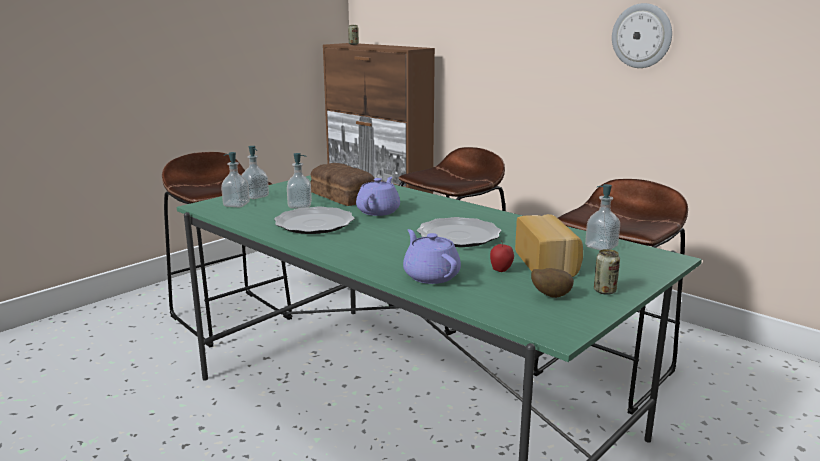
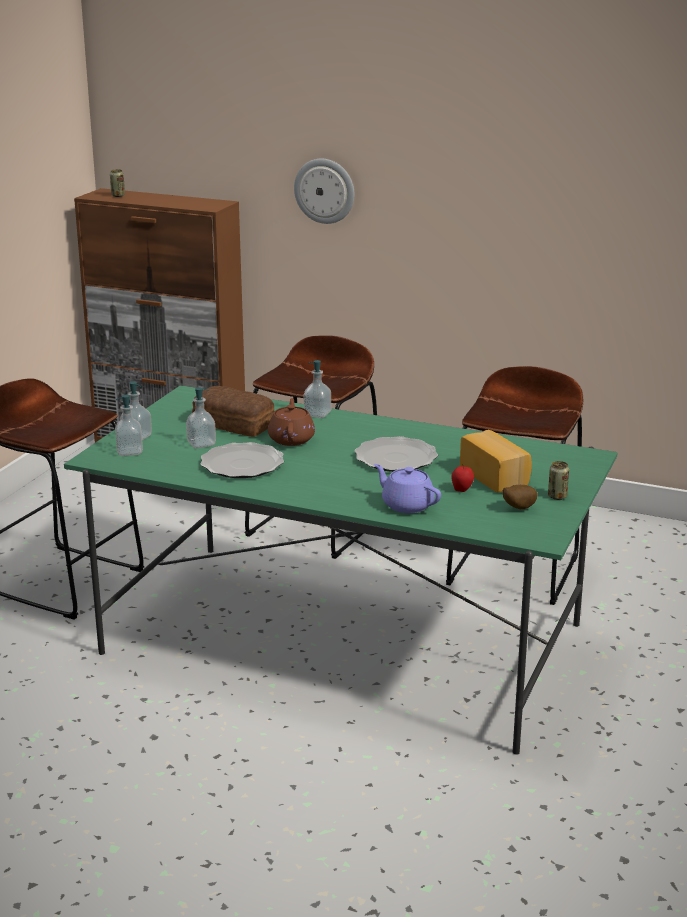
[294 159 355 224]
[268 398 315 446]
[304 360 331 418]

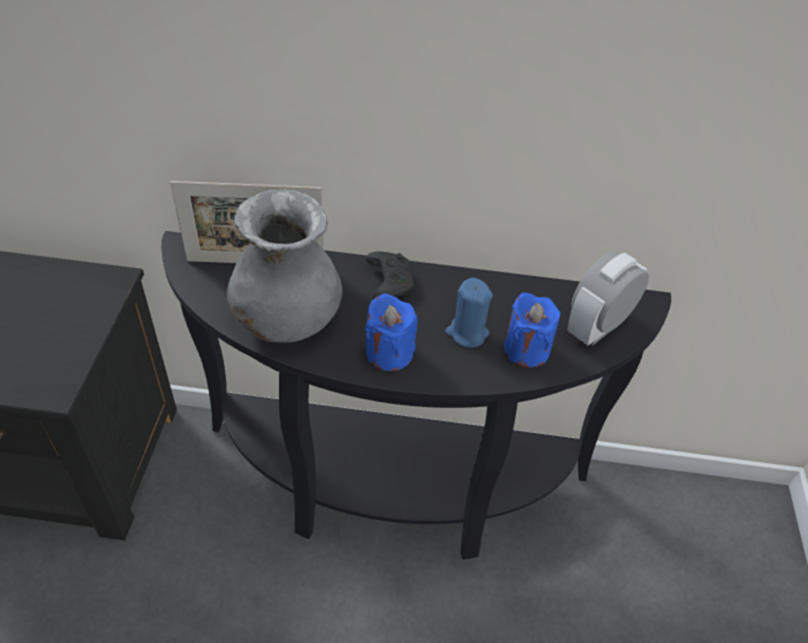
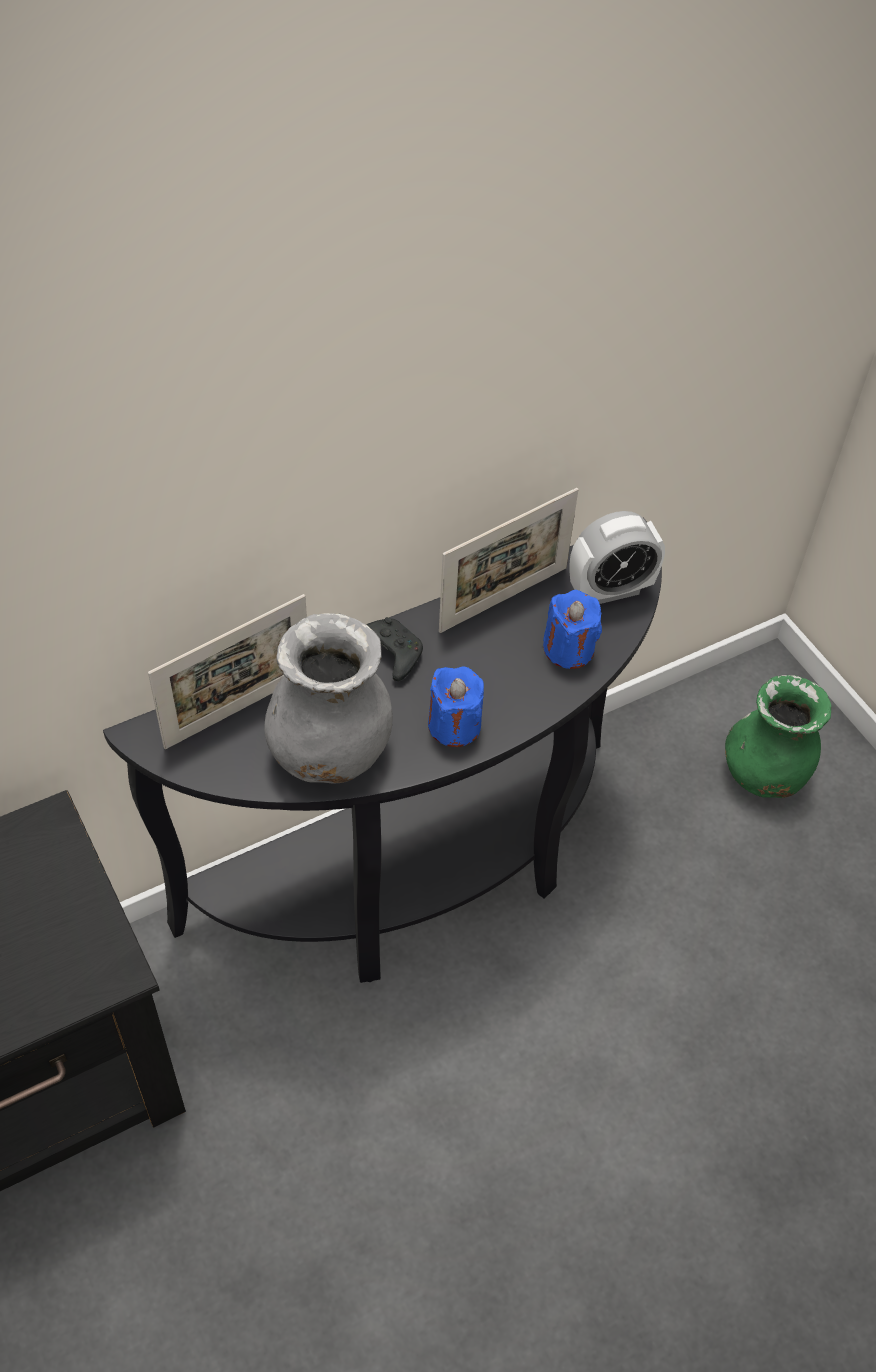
[569 511 665 604]
[445 278 493 348] (first image)
[439 488 578 633]
[725 675 832 798]

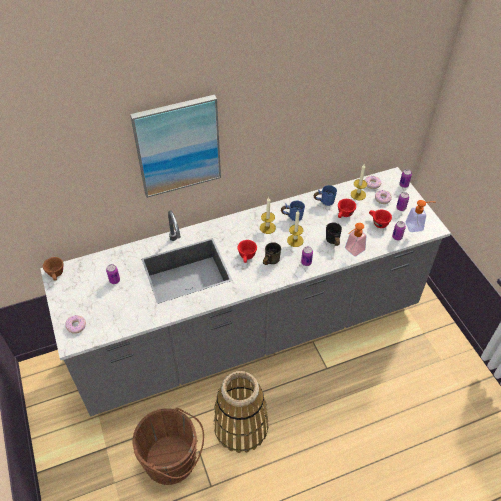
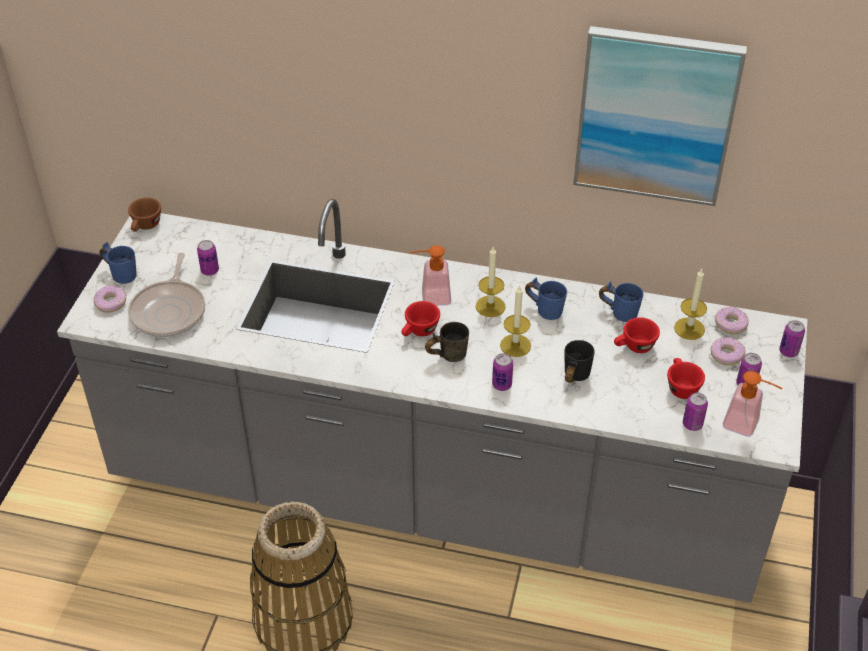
[573 26 747 206]
[409 245 451 306]
[133 408 204 485] (first image)
[100 242 137 284]
[128 253 205 337]

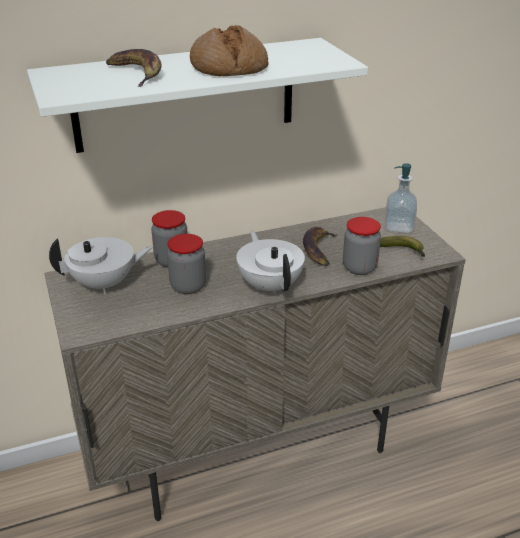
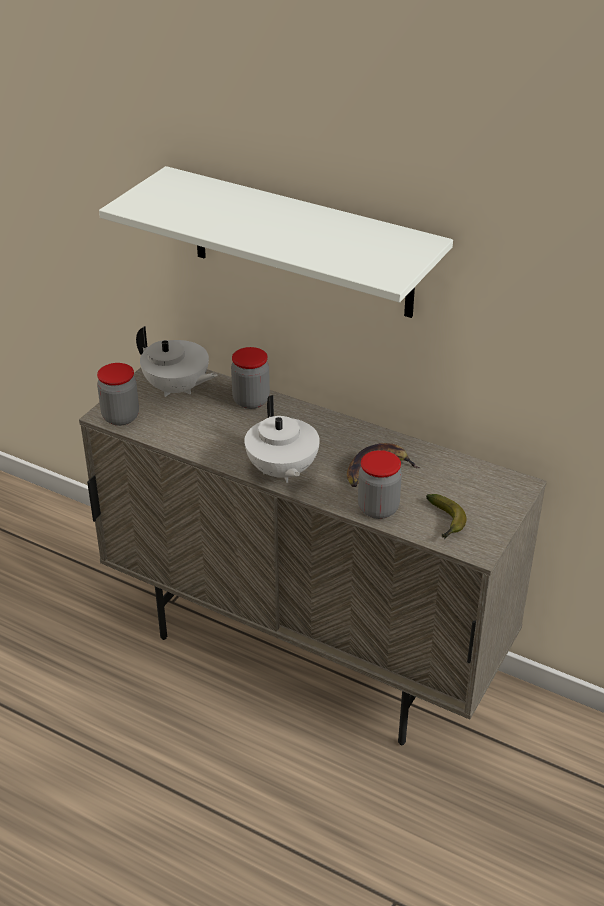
[190 25 268 76] (first image)
[106 49 162 87] (first image)
[385 163 417 233] (first image)
[244 395 320 483]
[97 363 139 426]

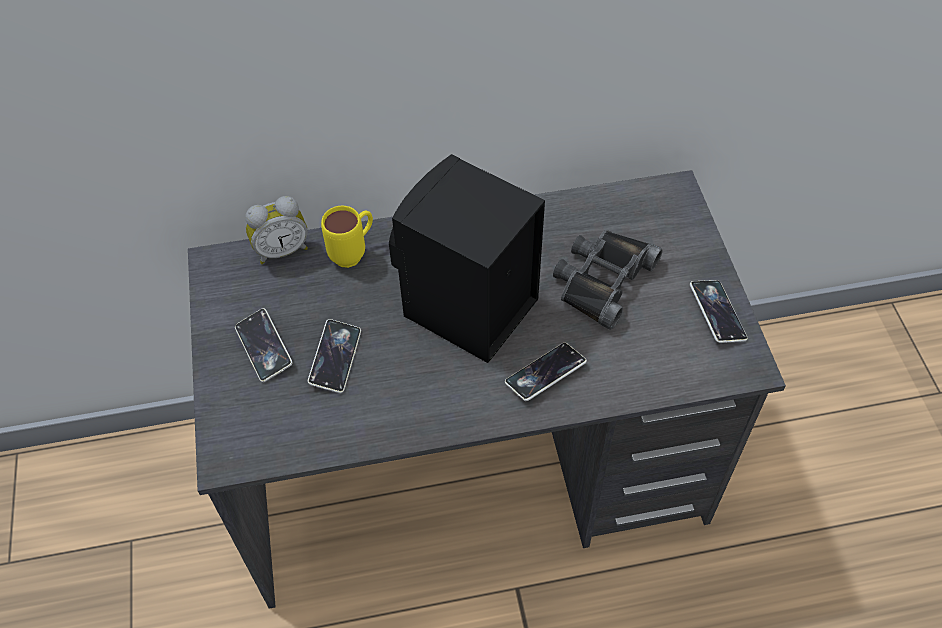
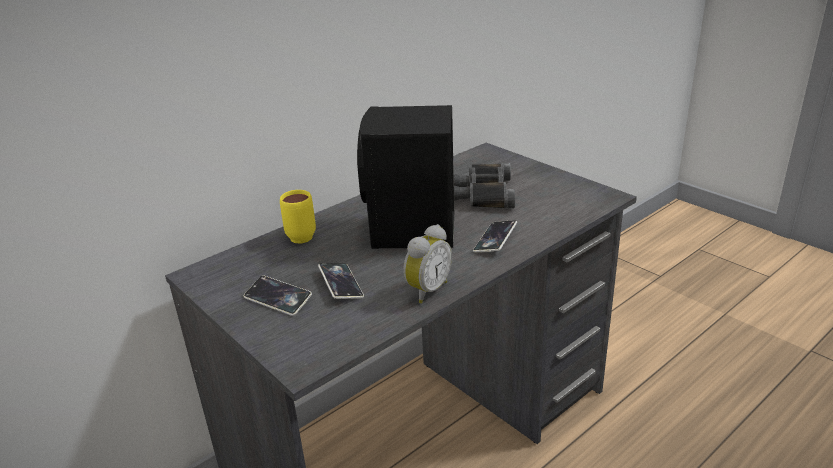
[403 224 452 303]
[690 280 748 343] (first image)

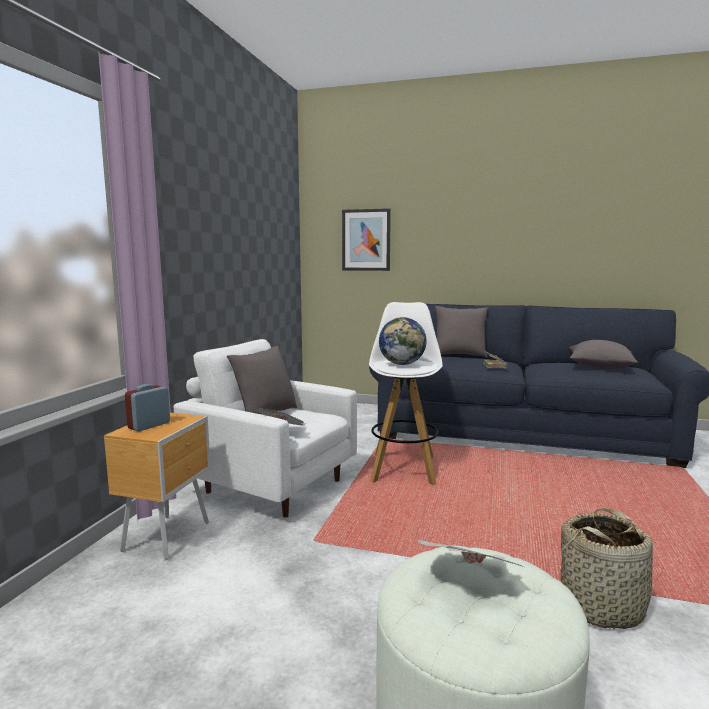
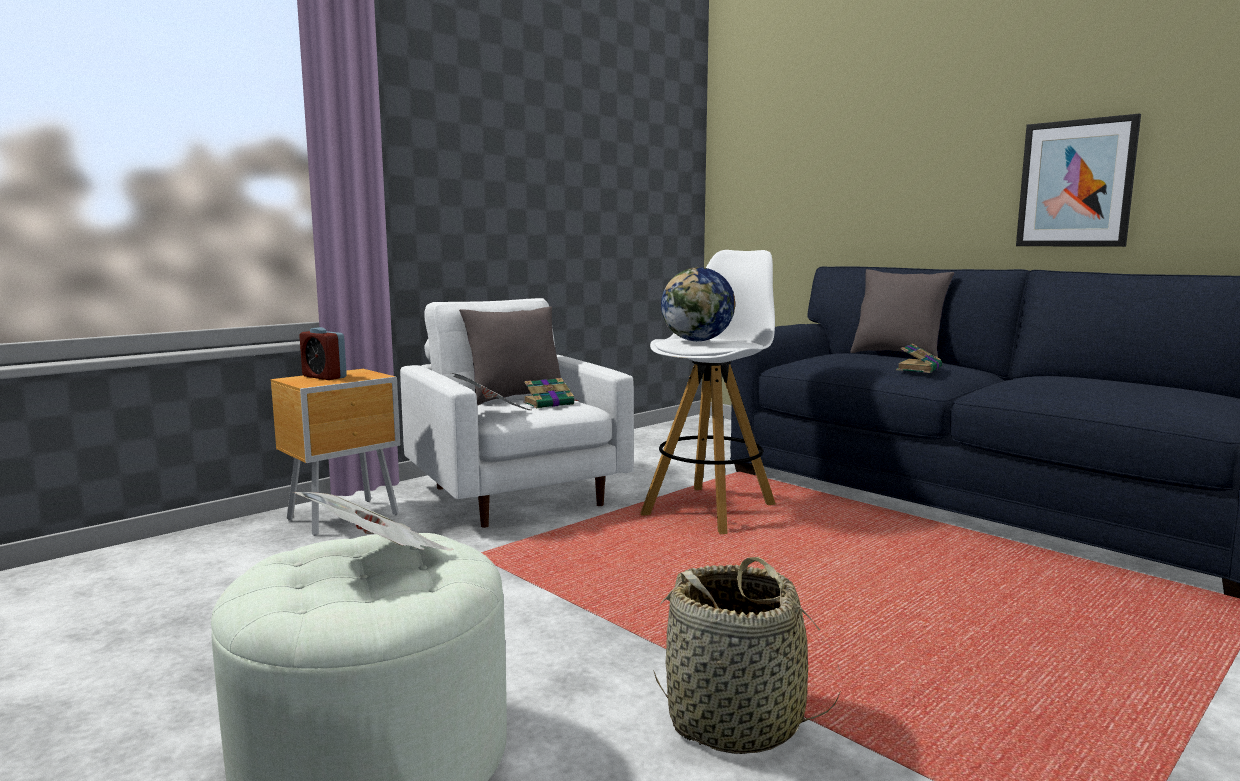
[1016 113 1141 247]
[569 340 638 369] (first image)
[299 327 347 380]
[524 378 579 408]

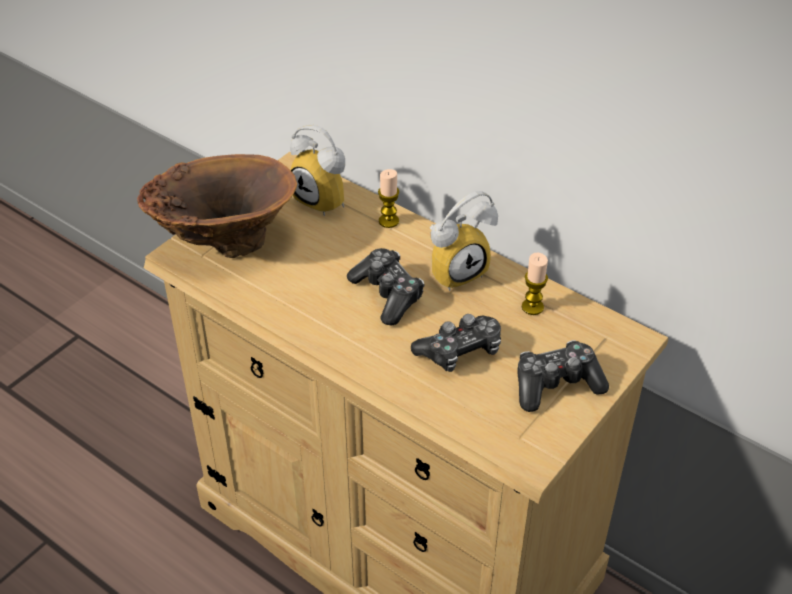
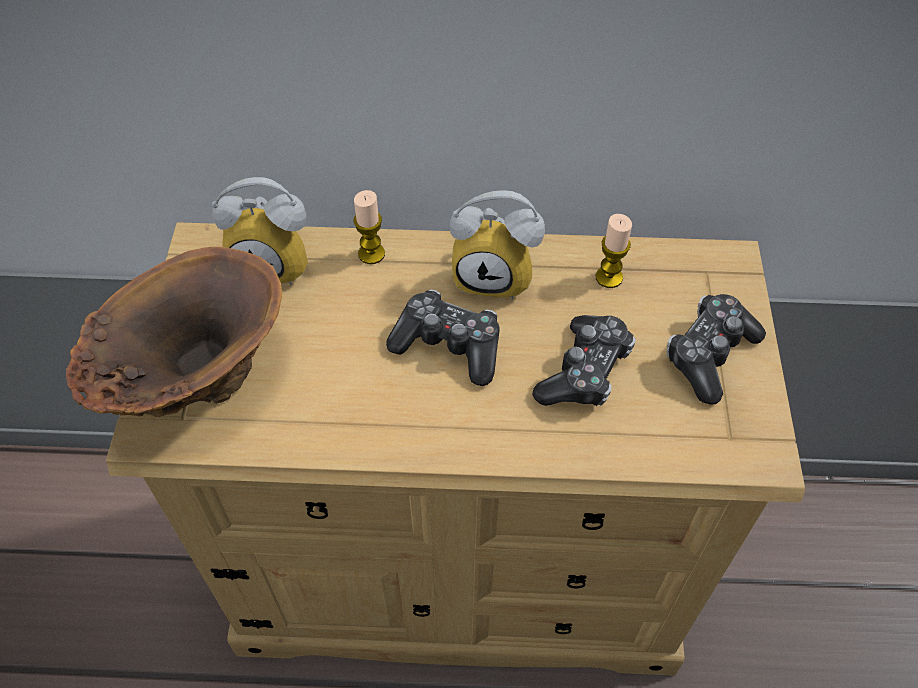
[450 190 545 300]

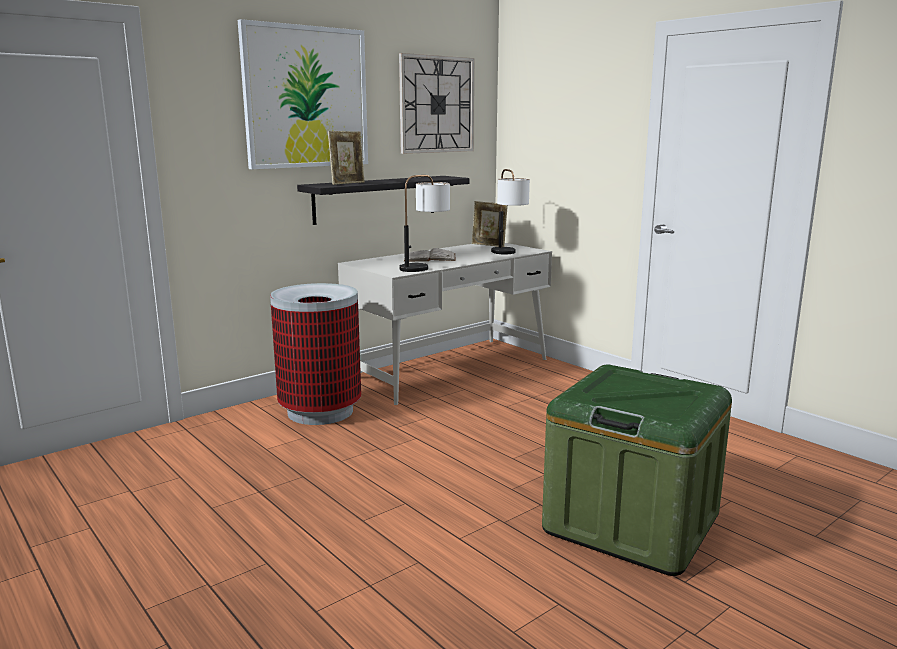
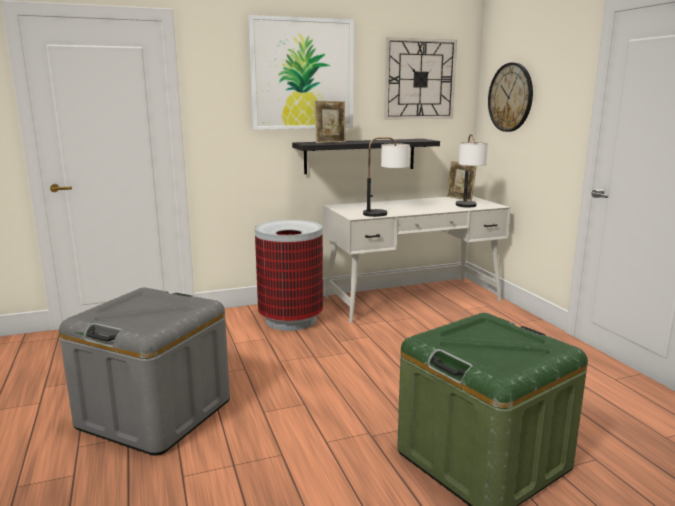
[404 248 456 261] (first image)
[488 63 533 132]
[59 287 230 456]

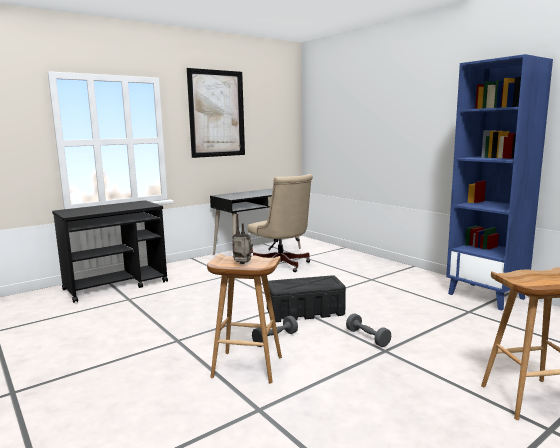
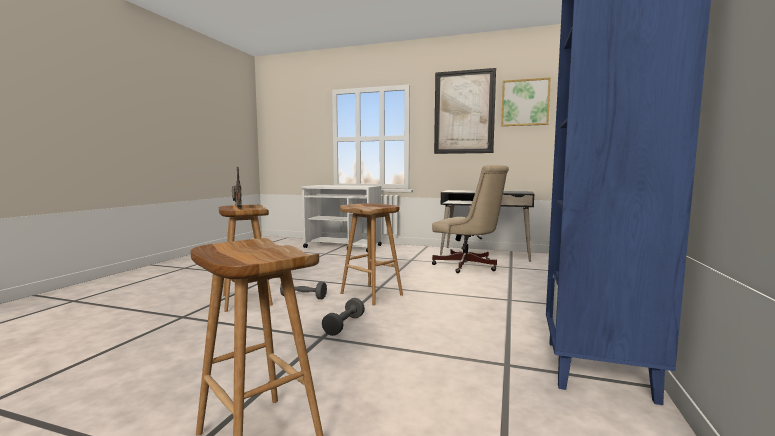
[432 165 509 273]
[301 185 382 252]
[340 203 403 305]
[501 77 551 126]

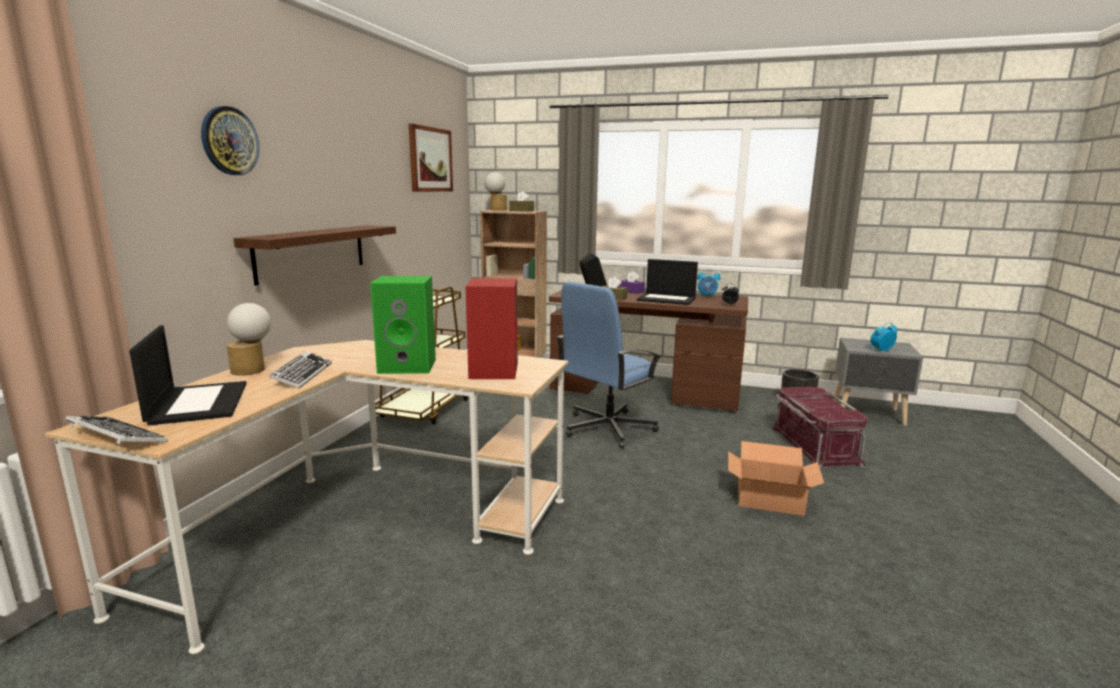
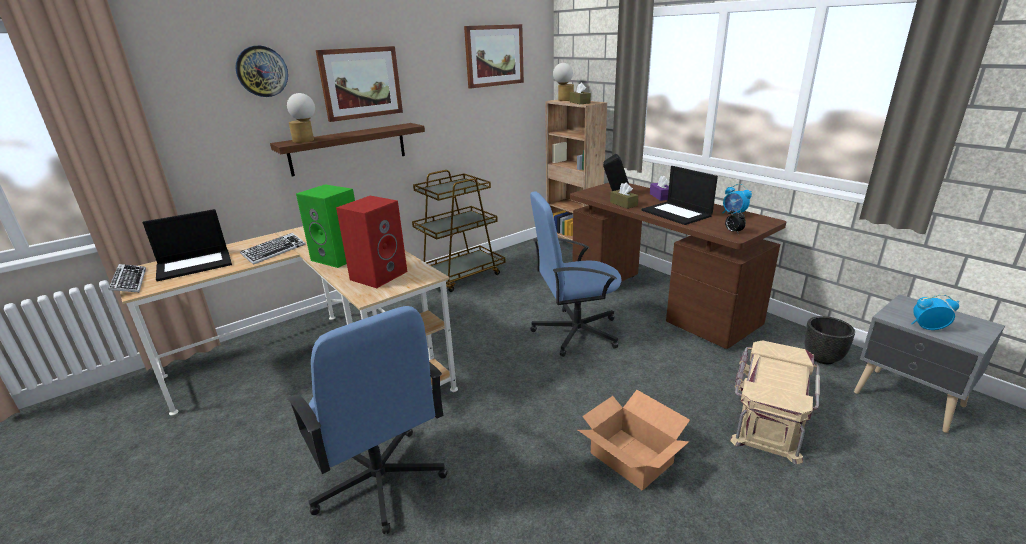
[287 93 315 143]
[143 209 232 281]
[730 340 820 464]
[316 46 403 122]
[286 306 447 534]

